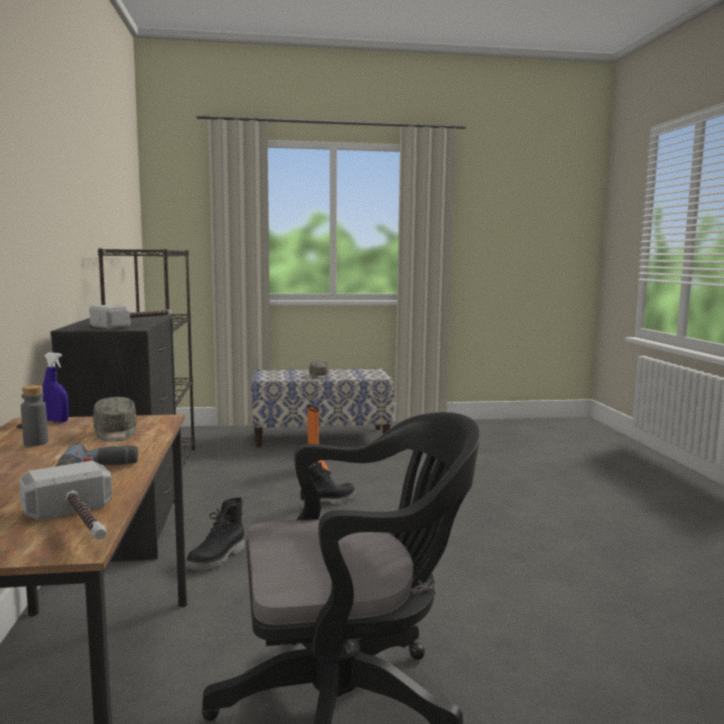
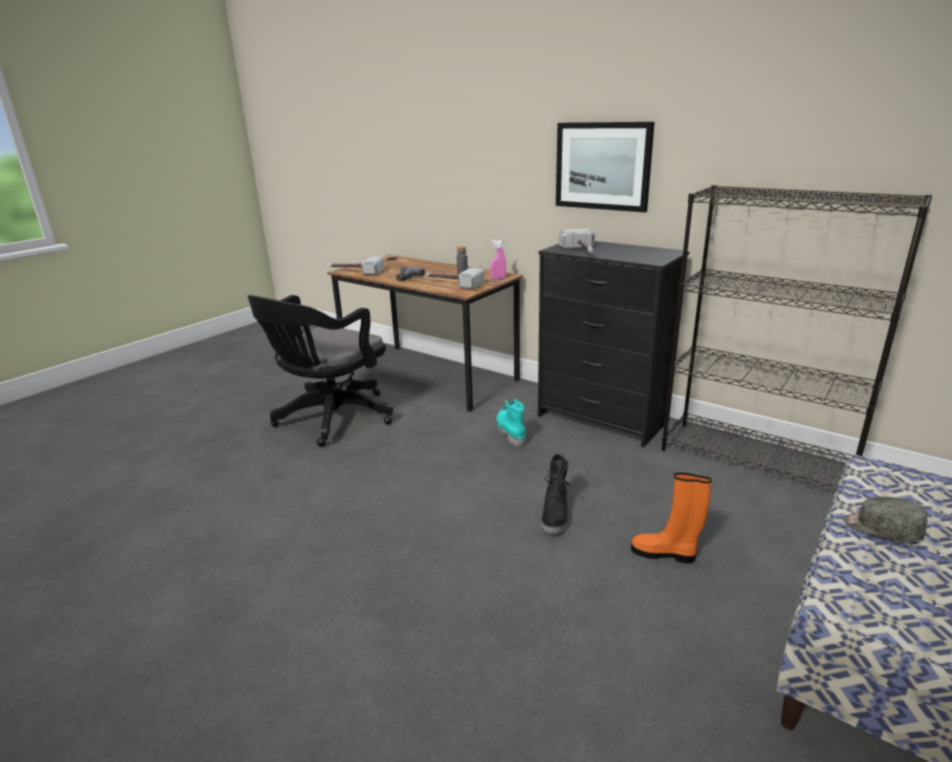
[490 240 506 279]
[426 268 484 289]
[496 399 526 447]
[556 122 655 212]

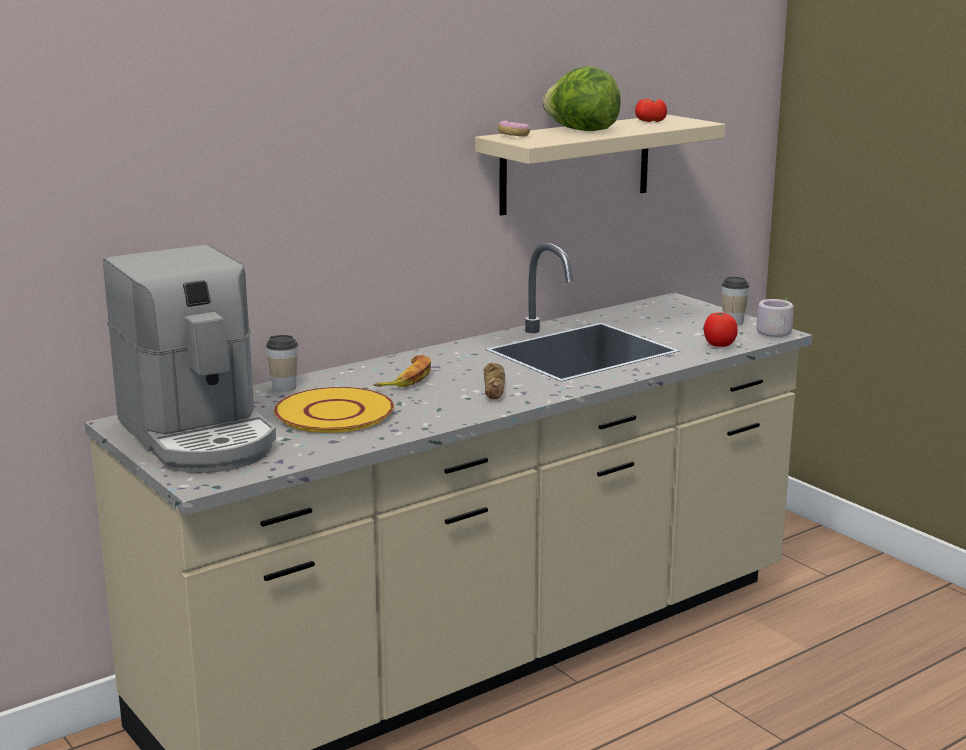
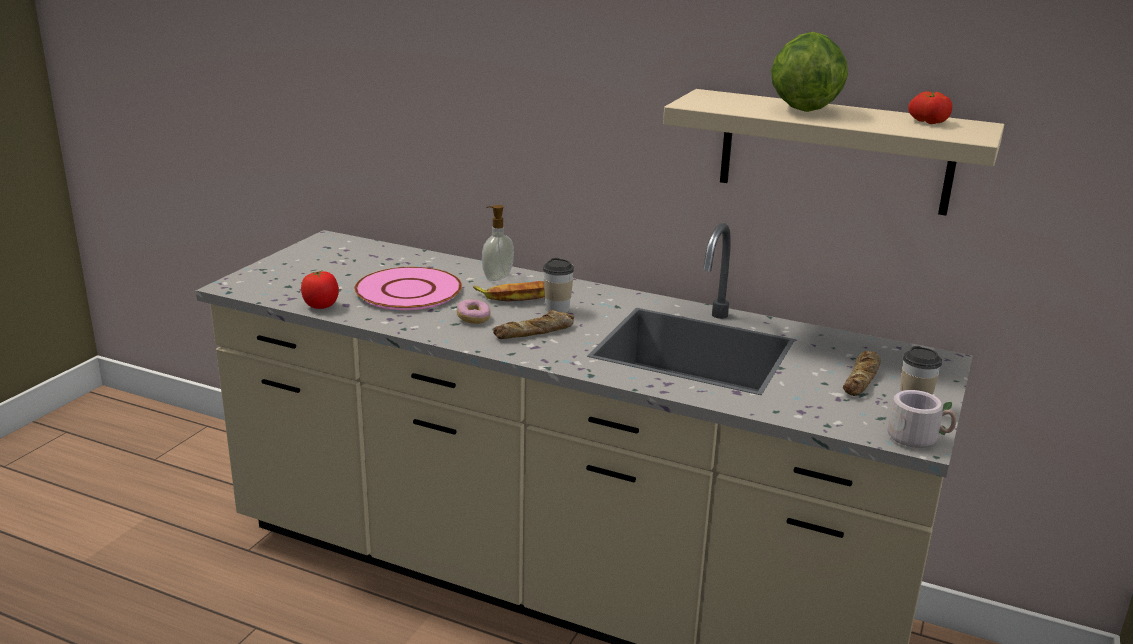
[457 299 490 324]
[103 245 276 473] (first image)
[301 270 339 309]
[543 258 574 313]
[355 267 462 310]
[482 205 514 281]
[843 351 881 396]

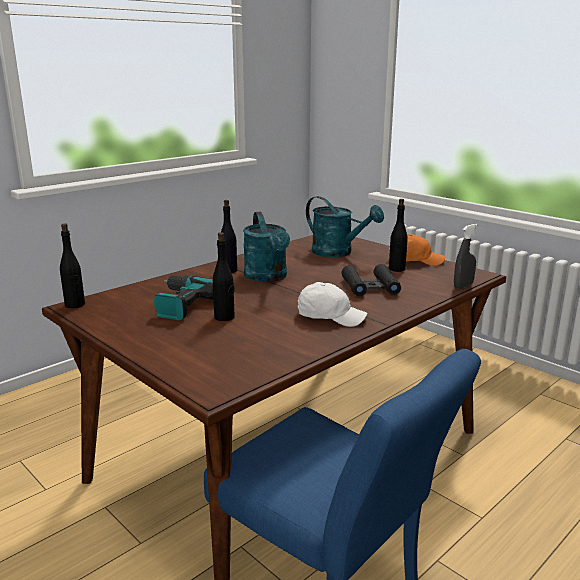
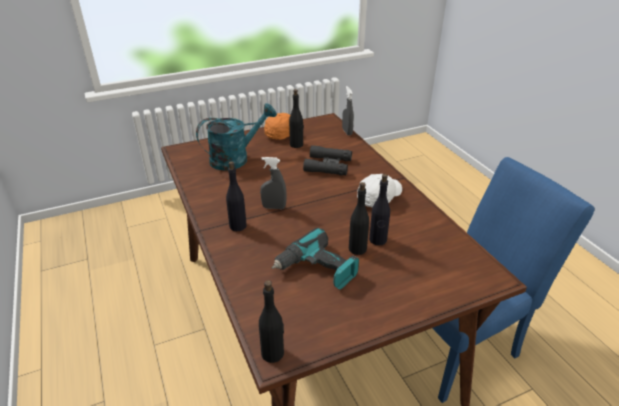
[260 157 286 209]
[369 174 390 245]

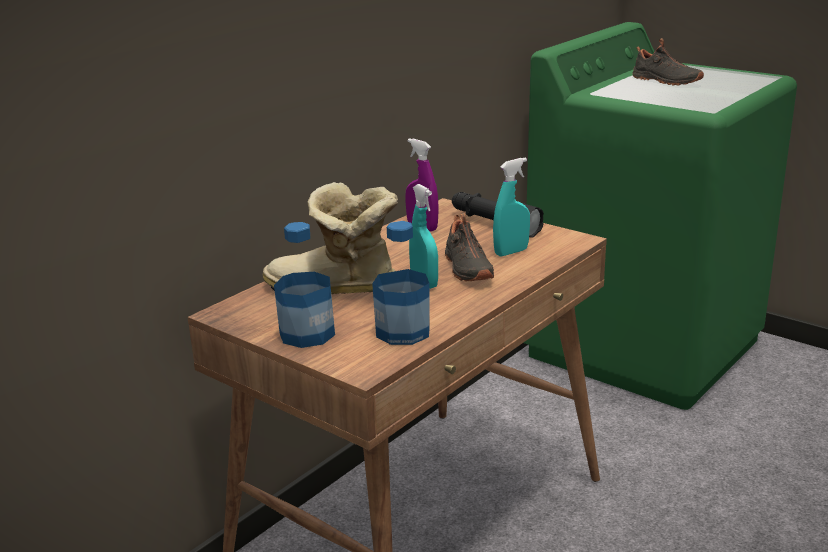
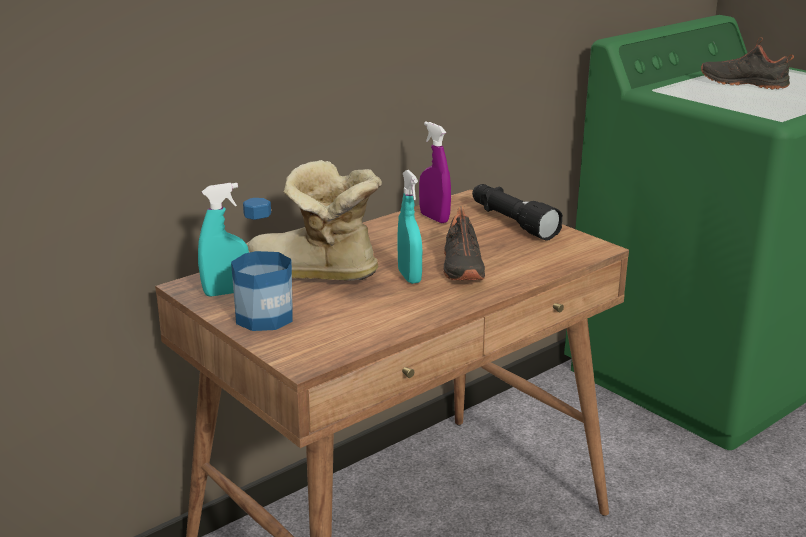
[701 37 794 89]
[198 183 249 296]
[372 221 430 345] (first image)

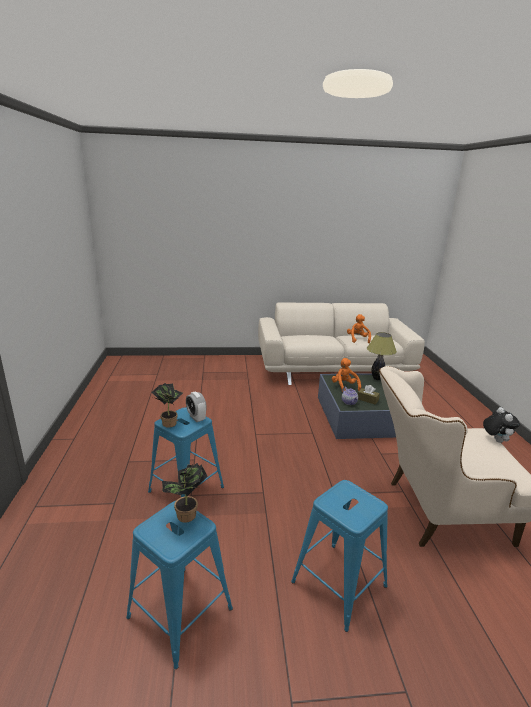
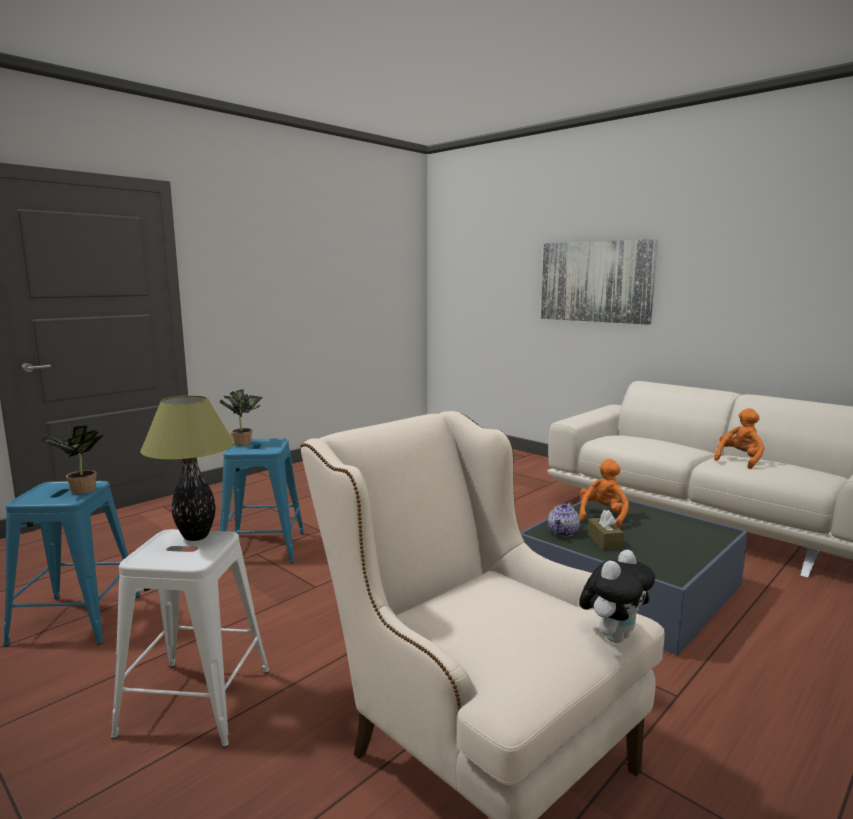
[140 395 234 541]
[186 392 207 422] (first image)
[111 529 269 747]
[541 239 658 325]

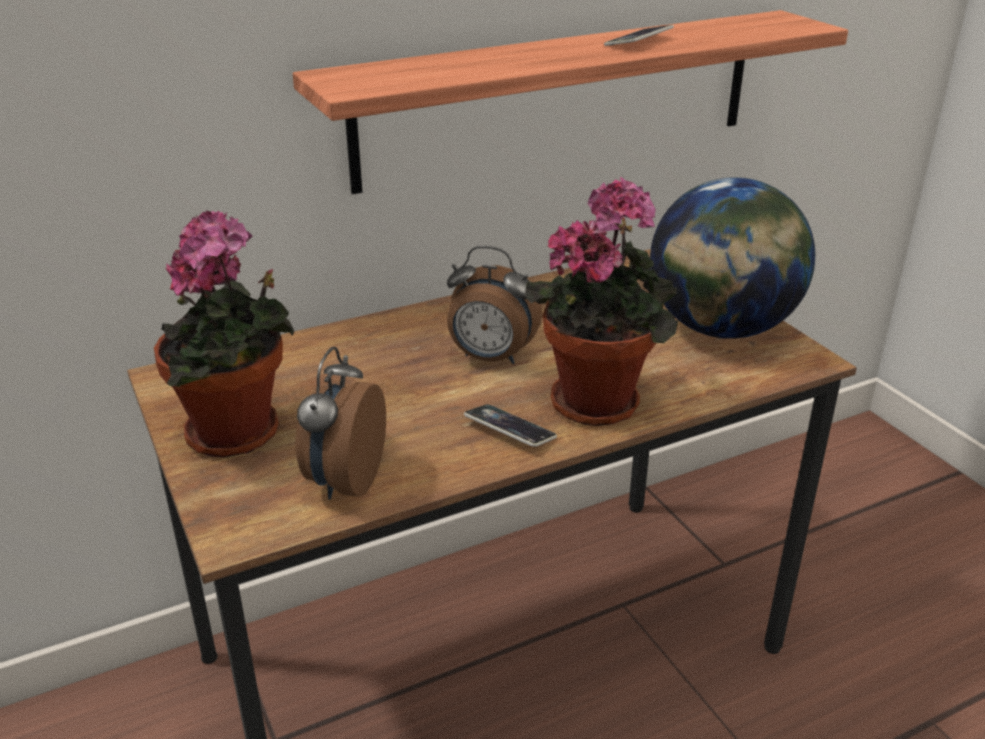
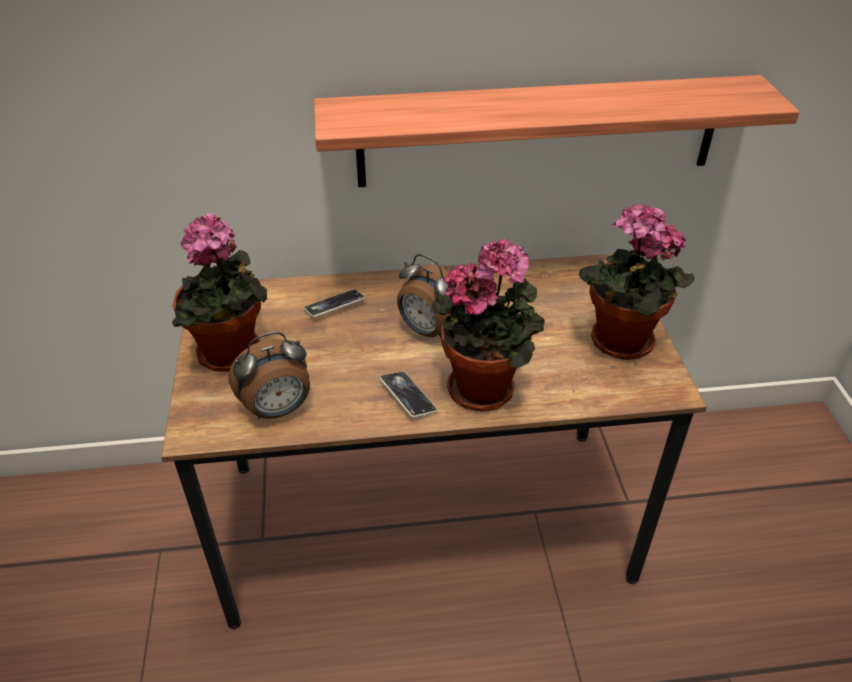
[304 289 365 317]
[580 203 694 360]
[229 332 310 419]

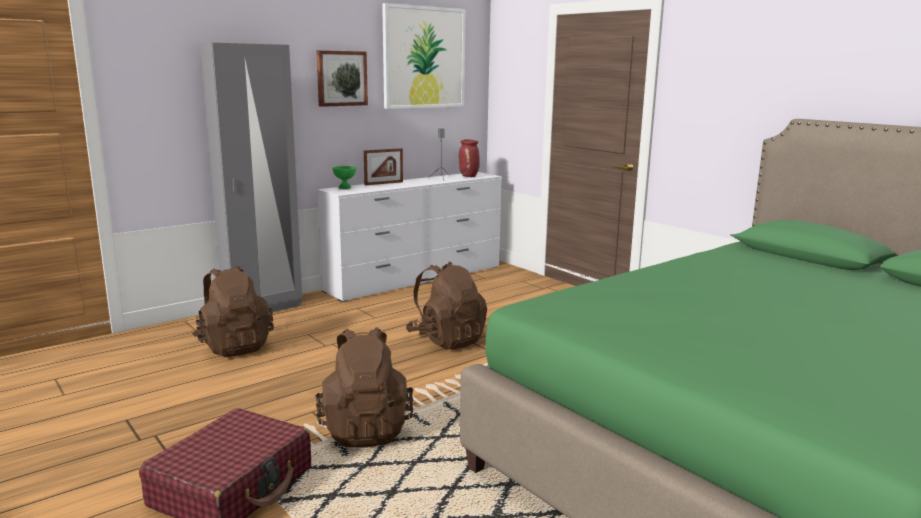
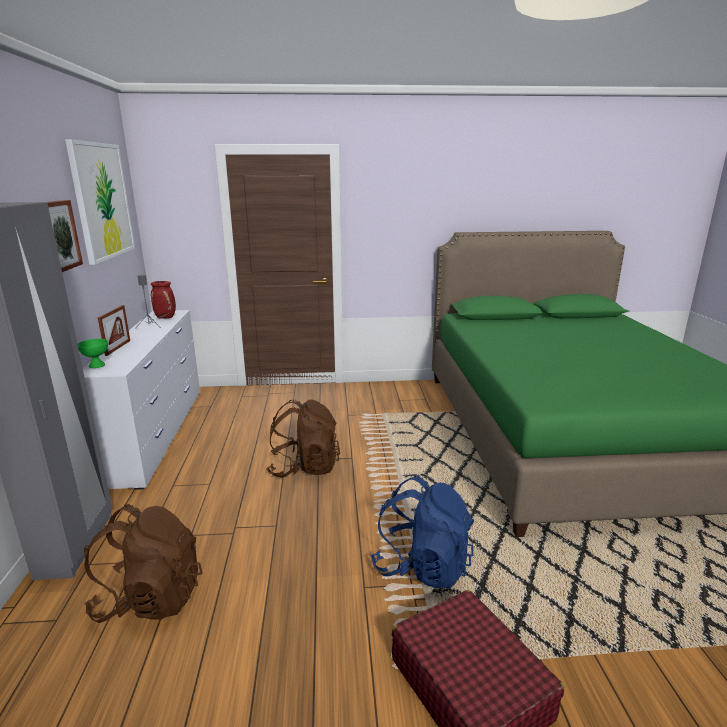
[370 476 474 589]

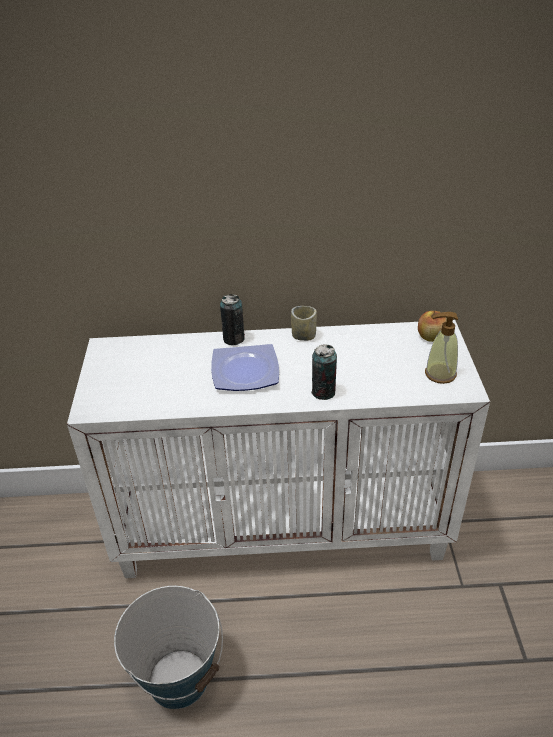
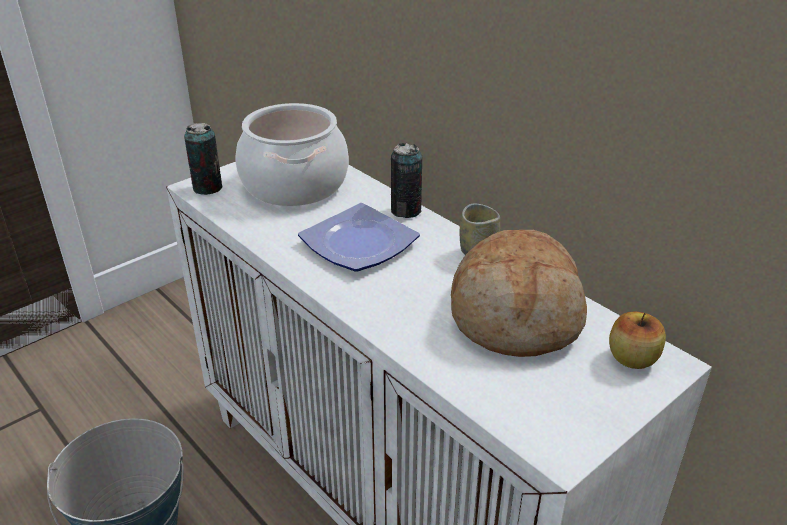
[425 312 458 384] (first image)
[184 123 223 195]
[236 103 349 206]
[451 230 587 357]

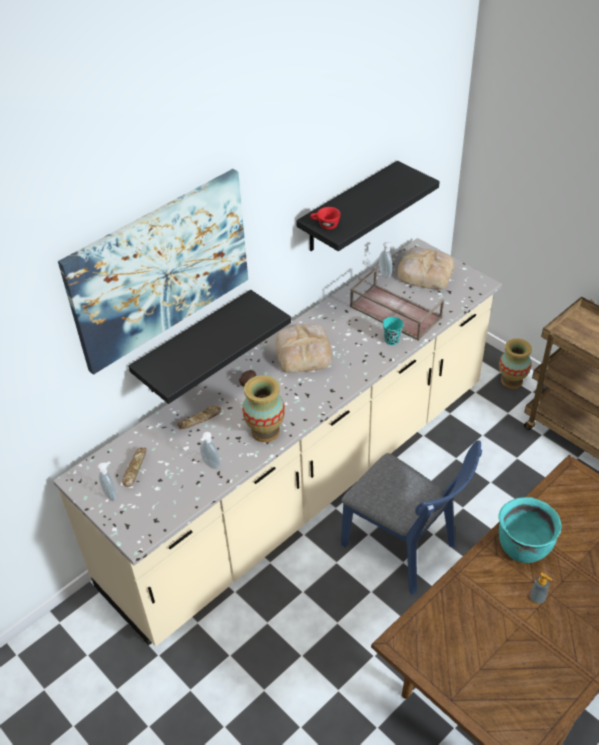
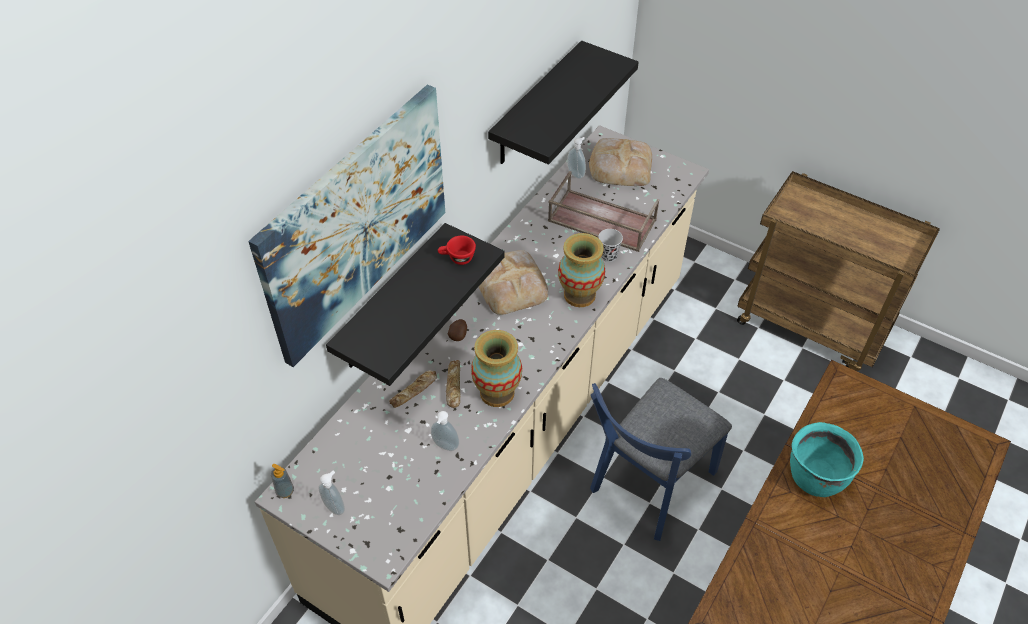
[438 236 476 265]
[598 229 623 262]
[558 233 605 307]
[590 378 732 541]
[446 360 460 408]
[271 464 294 498]

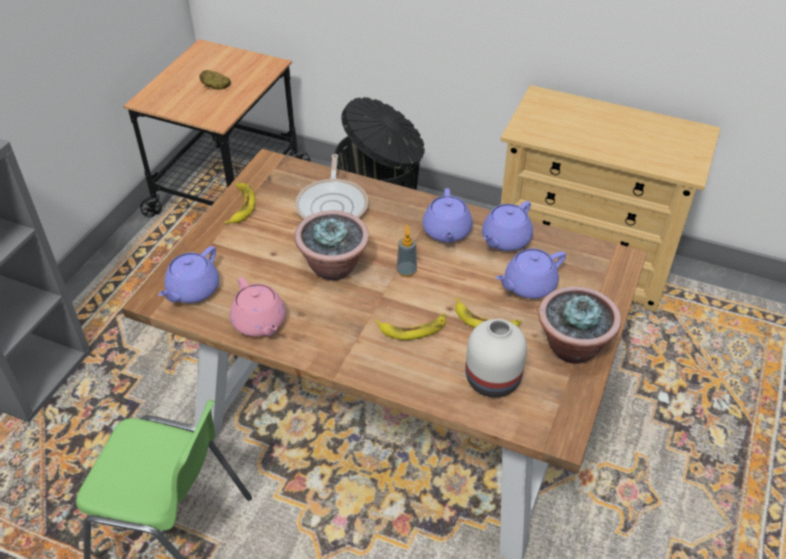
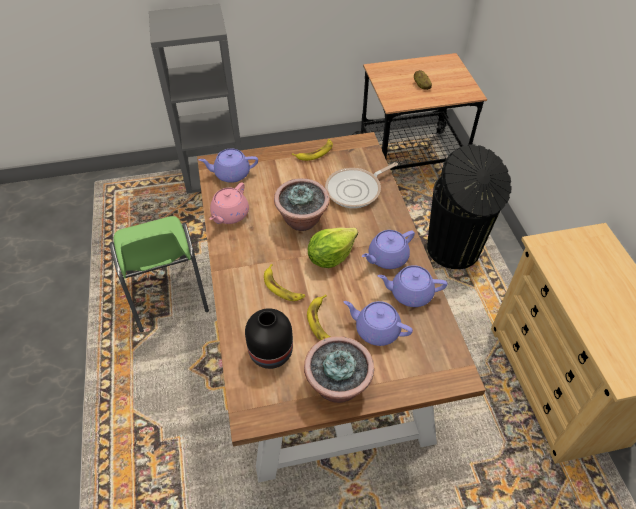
[308 228 358 268]
[245 308 293 369]

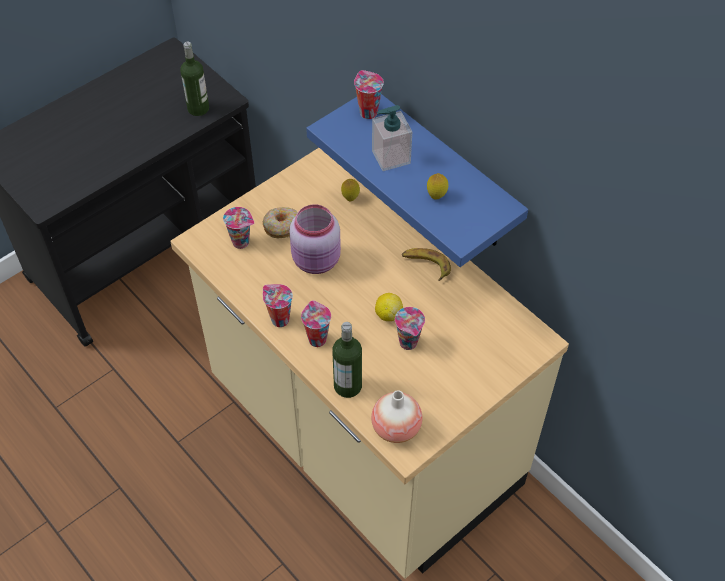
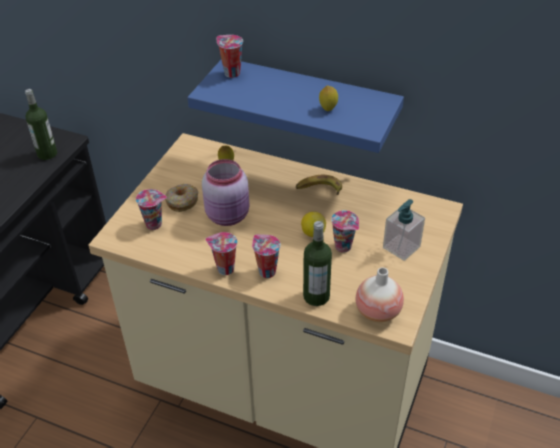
[383 199 425 261]

